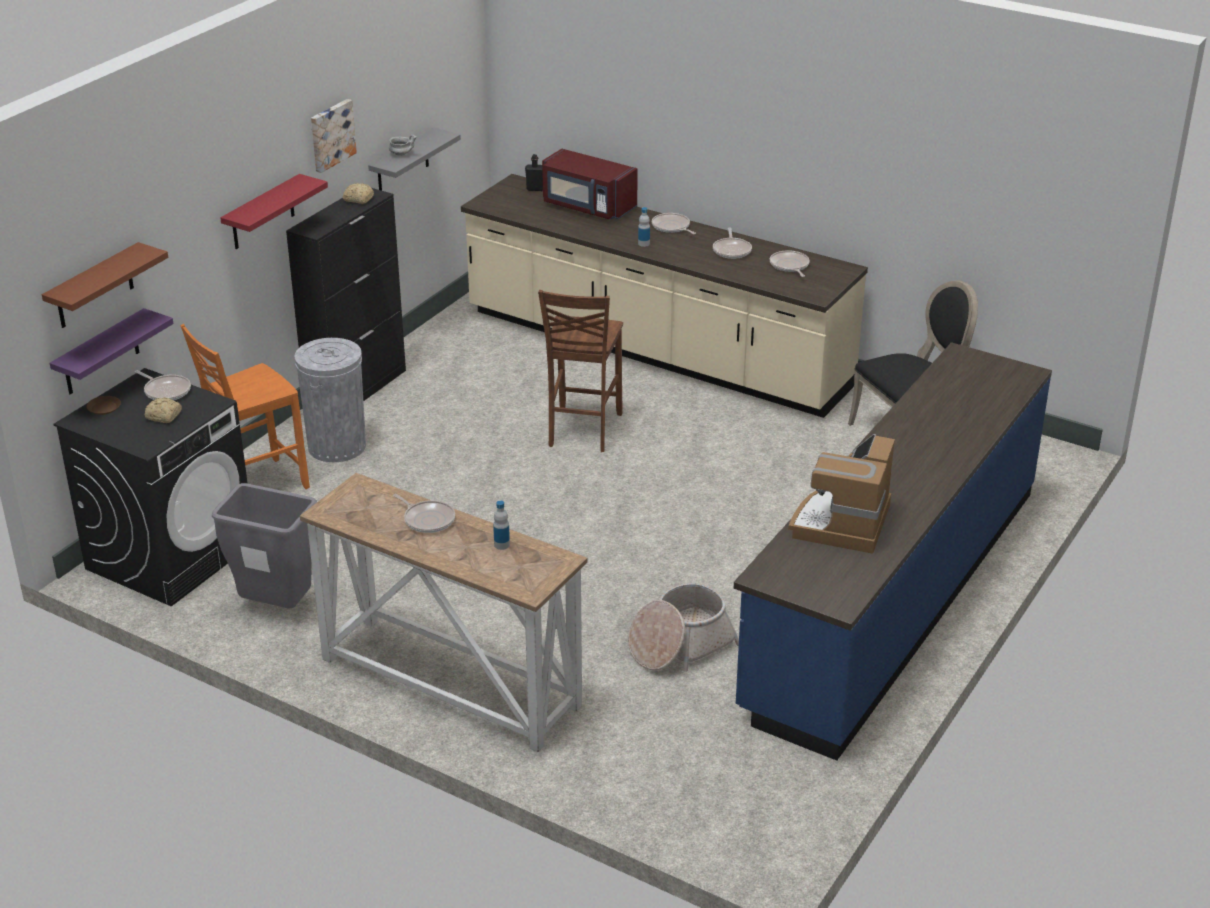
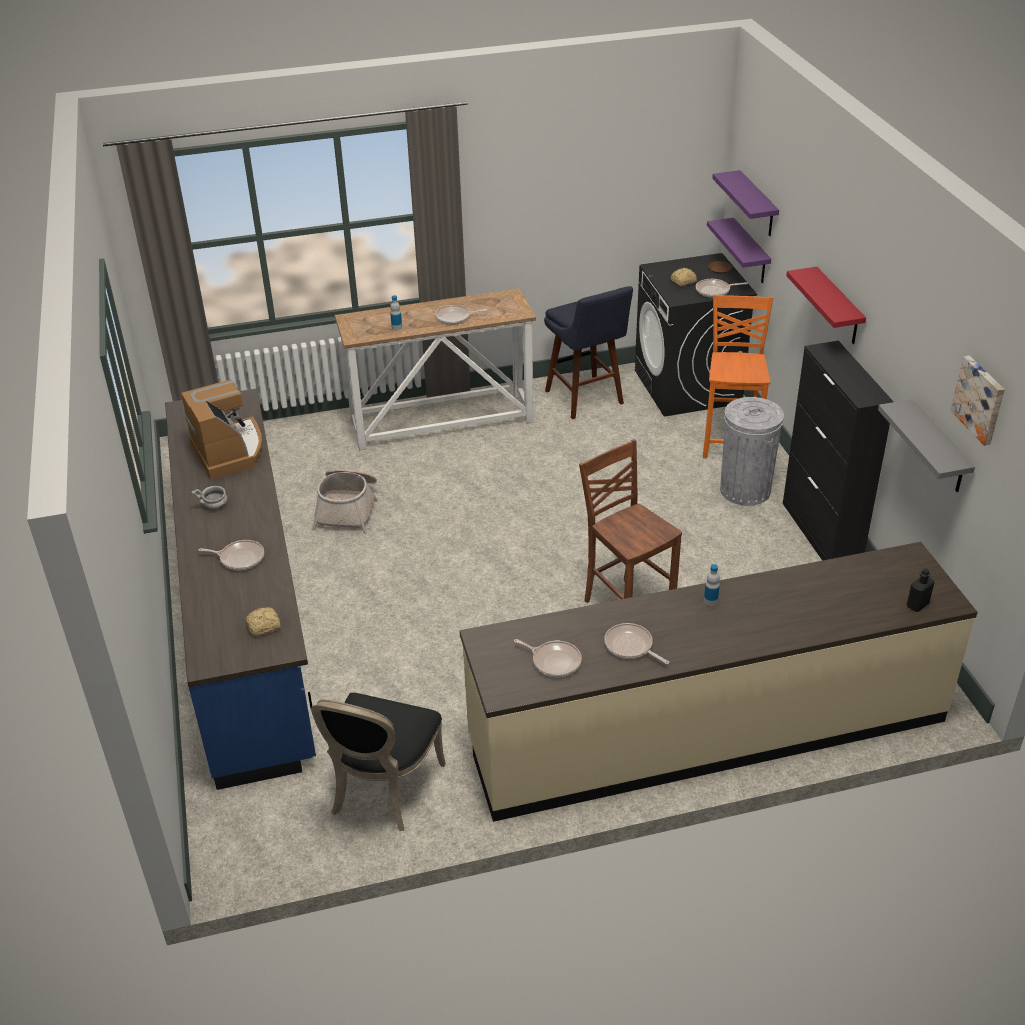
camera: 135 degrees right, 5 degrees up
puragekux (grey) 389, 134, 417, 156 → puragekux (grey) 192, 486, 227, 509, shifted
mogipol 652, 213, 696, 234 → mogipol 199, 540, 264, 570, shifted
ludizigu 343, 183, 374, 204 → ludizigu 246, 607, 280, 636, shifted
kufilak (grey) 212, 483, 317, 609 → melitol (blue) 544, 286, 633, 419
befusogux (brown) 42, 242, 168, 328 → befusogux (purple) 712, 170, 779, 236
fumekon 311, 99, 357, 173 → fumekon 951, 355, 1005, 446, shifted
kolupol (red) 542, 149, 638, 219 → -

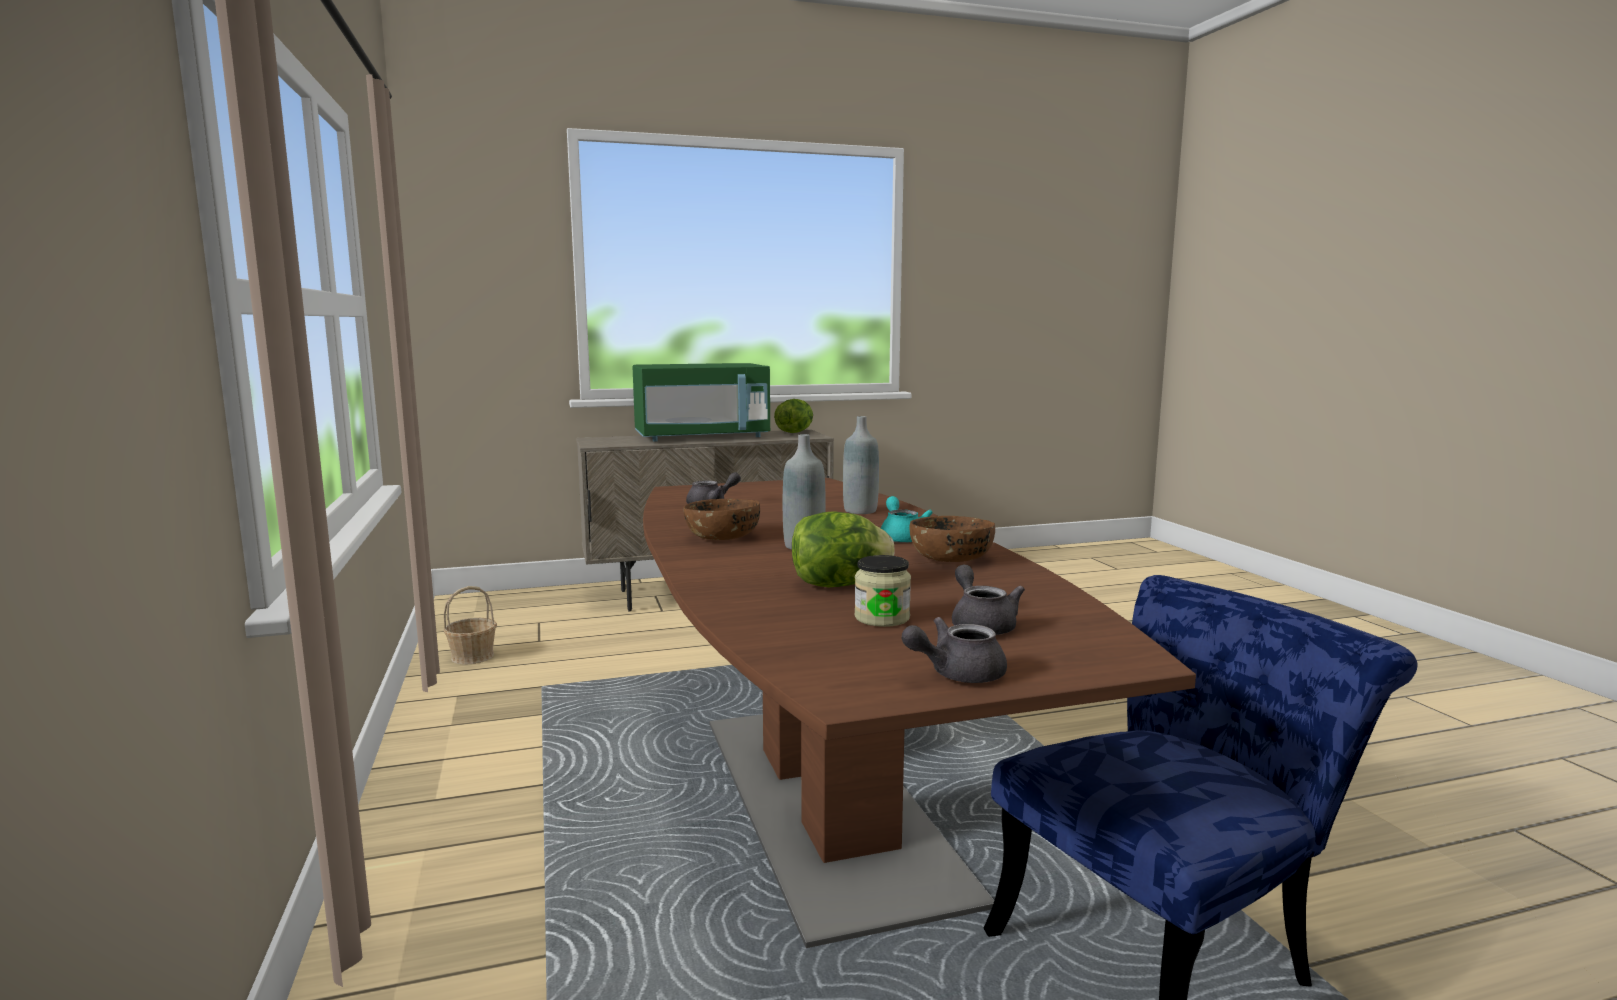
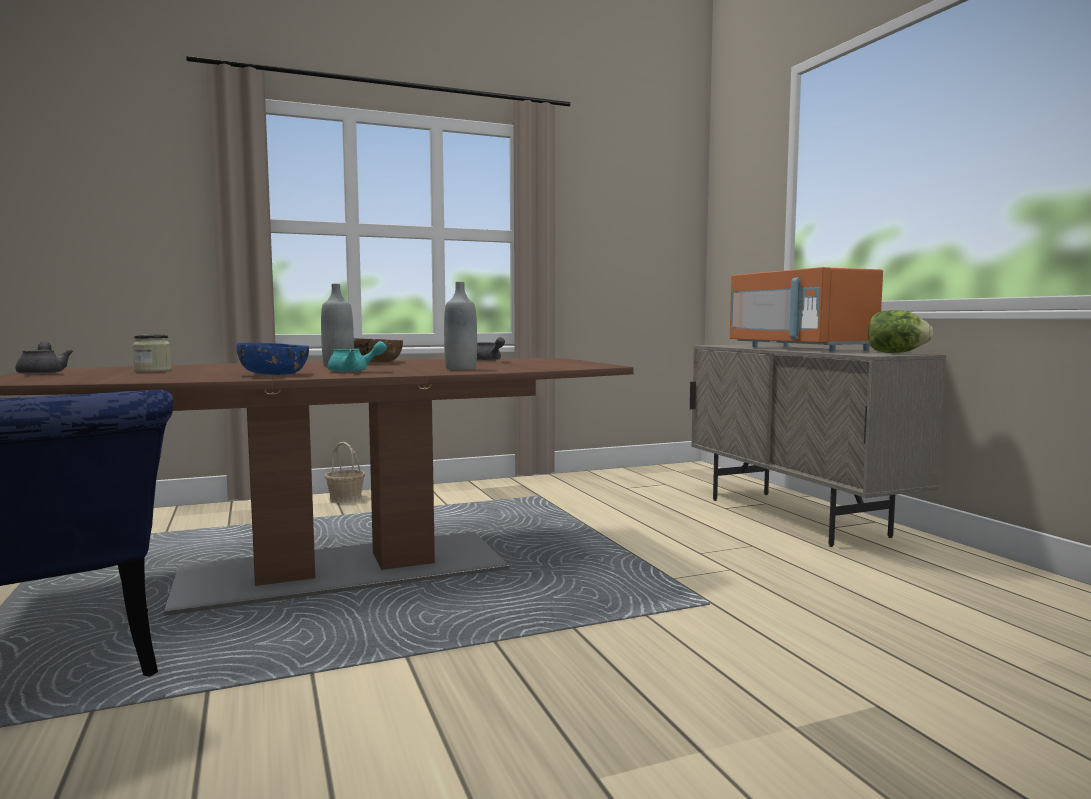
camera: 85 degrees right, 5 degrees down
puragekux (brown) 909, 516, 995, 562 → puragekux (blue) 236, 343, 309, 375
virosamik 443, 586, 497, 665 → virosamik 325, 442, 365, 503, shifted
kolupol (green) 632, 363, 770, 442 → kolupol (orange) 730, 267, 883, 352
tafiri 792, 511, 895, 587 → -
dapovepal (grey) 952, 565, 1025, 635 → -

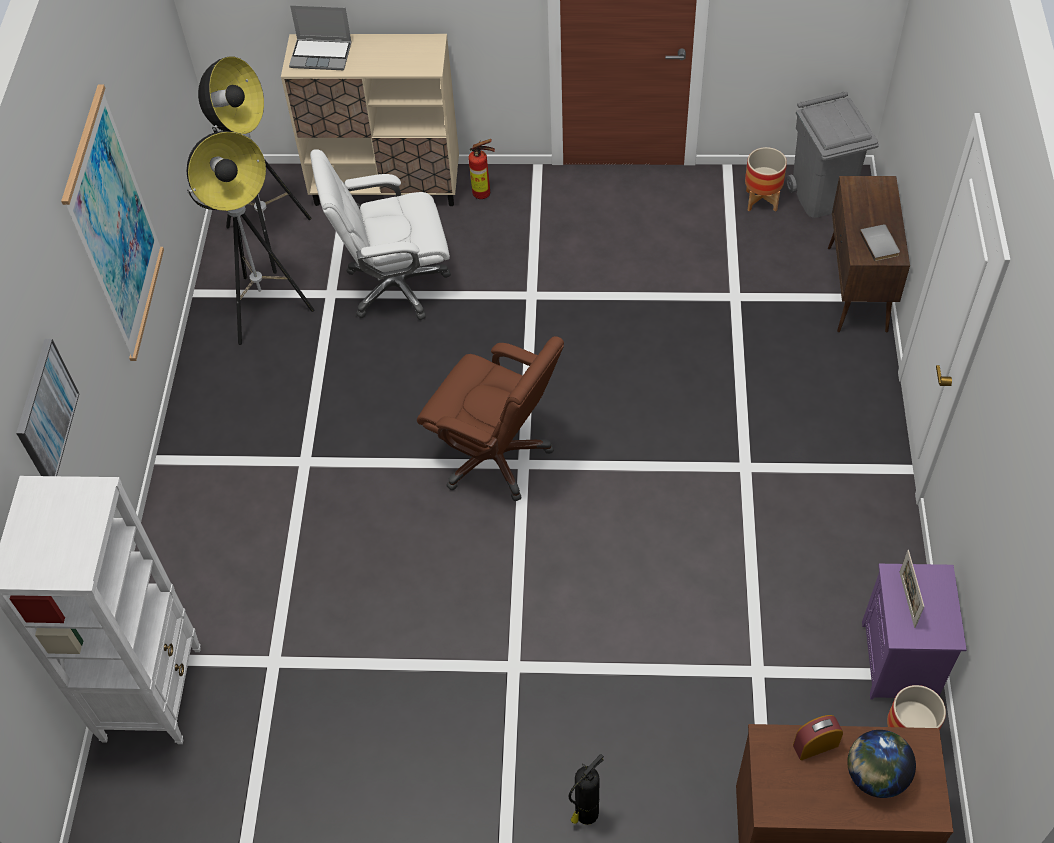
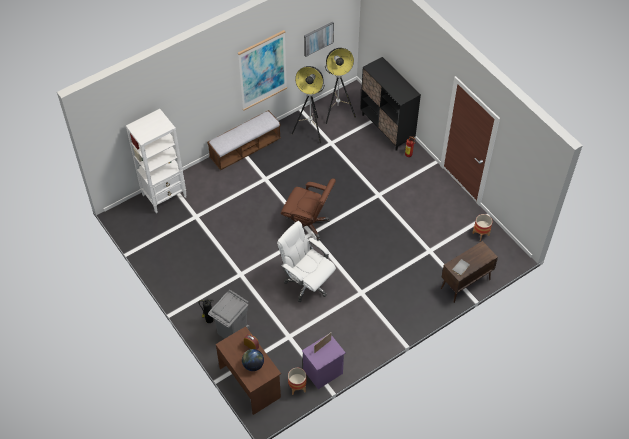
camera: 50 degrees right, 0 degrees up
- → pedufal 207, 110, 281, 170
kufilak (grey) 786, 91, 879, 218 → kufilak (grey) 208, 289, 250, 339, shifted
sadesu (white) 310, 149, 451, 320 → sadesu (white) 277, 221, 336, 302, shifted
sadesu (brown) 417, 336, 564, 501 → sadesu (brown) 281, 178, 336, 241, 60 degrees counterclockwise
fumekon 16, 339, 79, 476 → fumekon 304, 22, 334, 57, shifted
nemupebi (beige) 281, 34, 459, 206 → nemupebi (black) 360, 57, 421, 151
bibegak 289, 5, 352, 70 → -

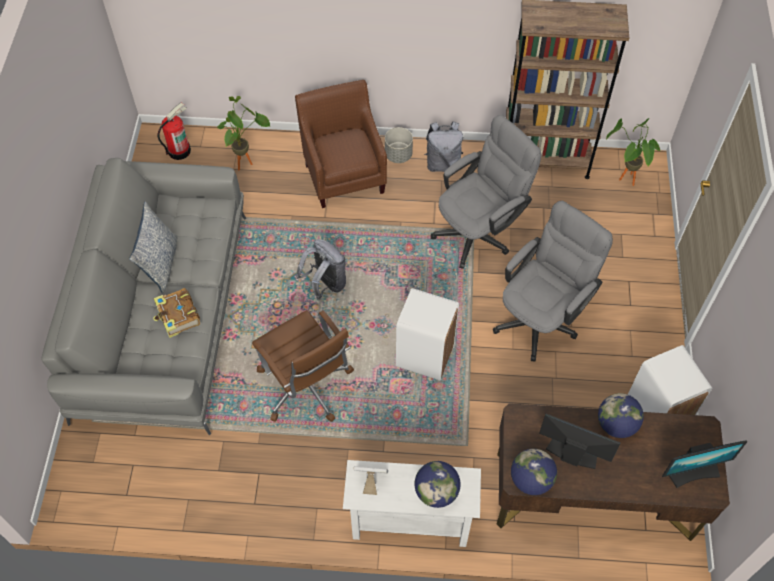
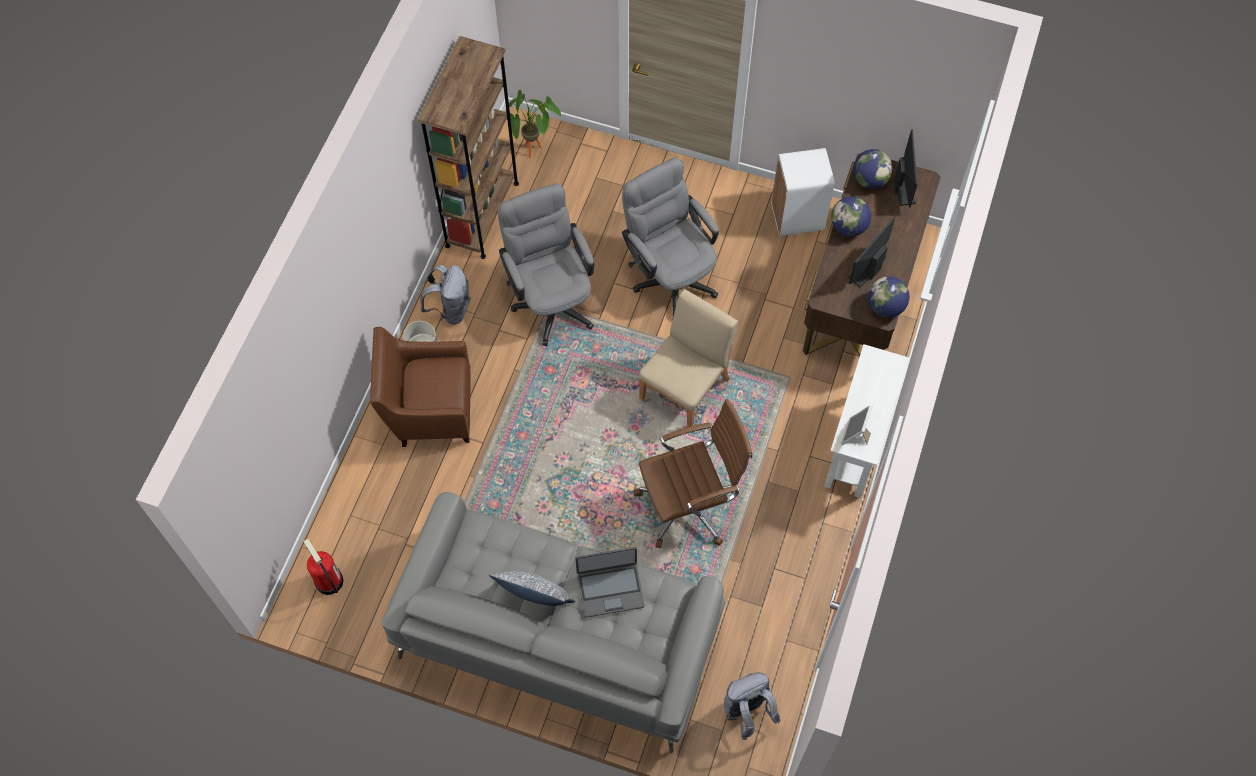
camera: 75 degrees left, 5 degrees up
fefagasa 153, 288, 200, 338 → bibegak 575, 547, 645, 617
kufilak (white) 396, 288, 459, 381 → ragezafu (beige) 639, 289, 738, 427
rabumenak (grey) 296, 239, 346, 300 → rabumenak (grey) 724, 672, 781, 740, shifted
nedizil 414, 461, 460, 508 → nedizil 853, 149, 893, 189, shifted
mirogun 217, 96, 270, 170 → -

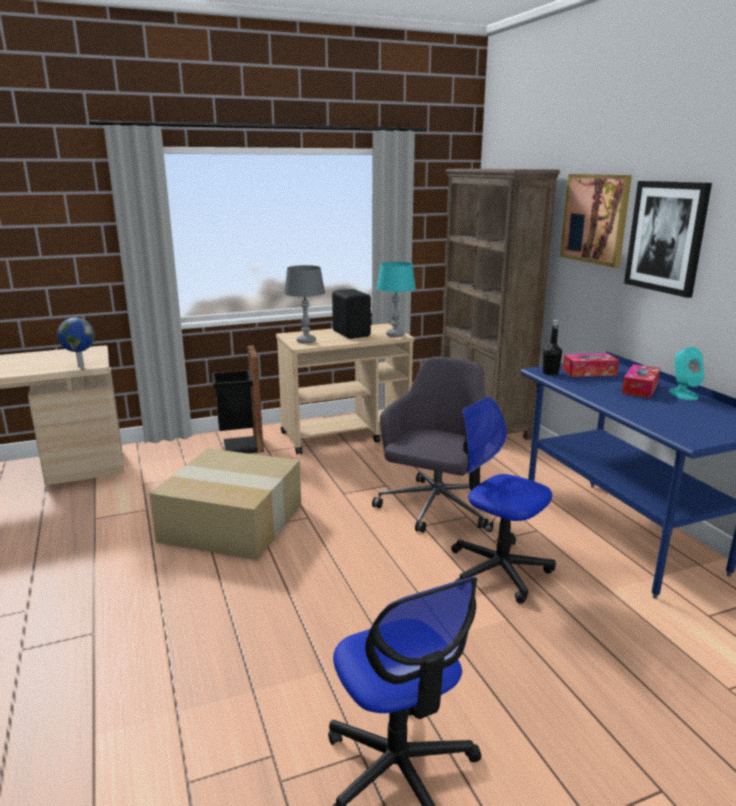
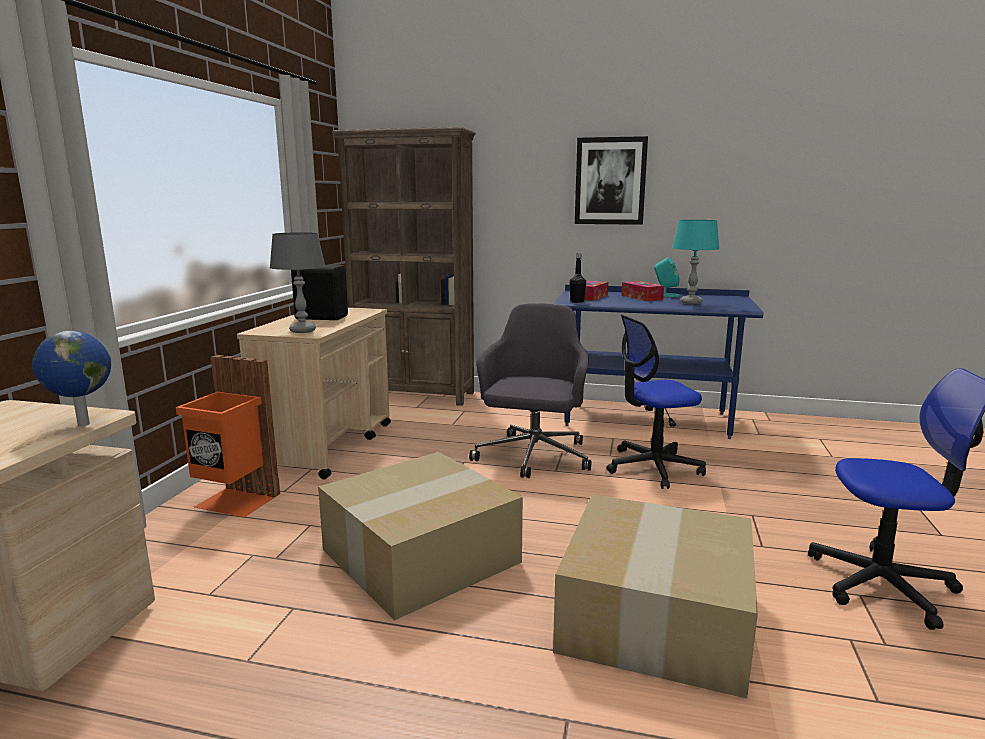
camera: 55 degrees left, 5 degrees down
kufilak (black) 212, 345, 264, 454 → kufilak (orange) 176, 355, 280, 517
sadesu (grey) 372, 357, 488, 533 → sadesu (grey) 469, 303, 591, 478, 45 degrees clockwise
- → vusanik 553, 495, 758, 698
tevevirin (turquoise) 376, 262, 416, 337 → tevevirin (turquoise) 672, 220, 720, 304, shifted
fumekon 560, 174, 632, 268 → -

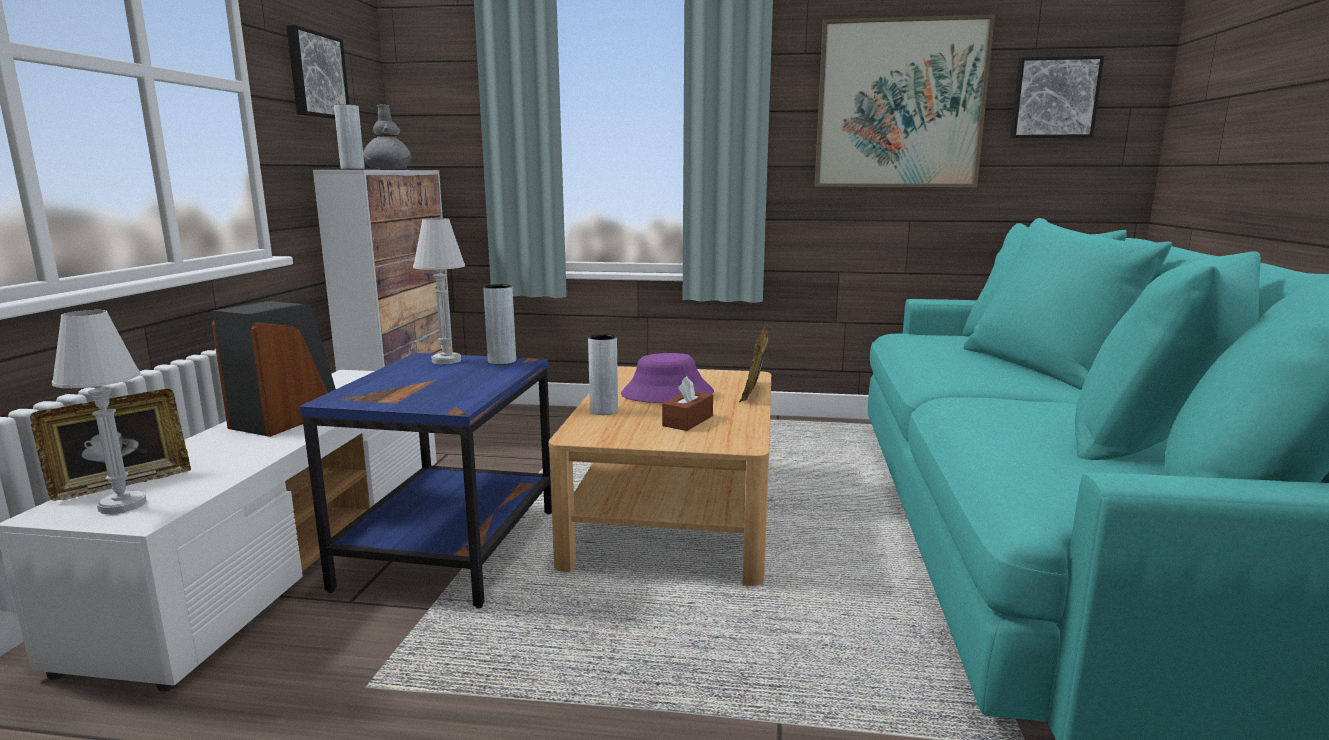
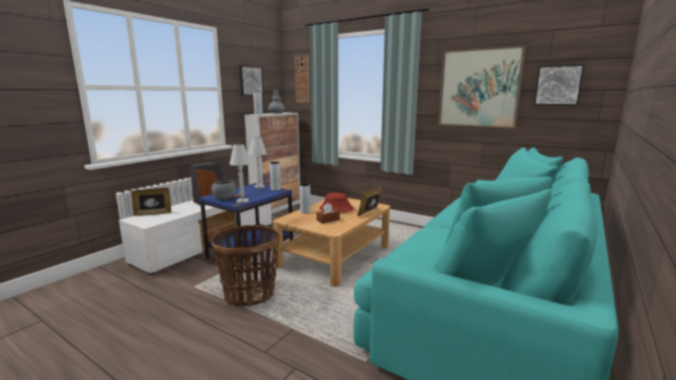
camera: 25 degrees right, 0 degrees up
- → puragekux (grey) 211, 180, 237, 199
- → virosamik 211, 225, 280, 307
tevevirin (white) 52, 310, 147, 514 → tevevirin (white) 229, 144, 251, 204, shifted
- → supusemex 295, 55, 310, 103
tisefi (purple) 621, 353, 714, 403 → tisefi (red) 319, 193, 354, 213

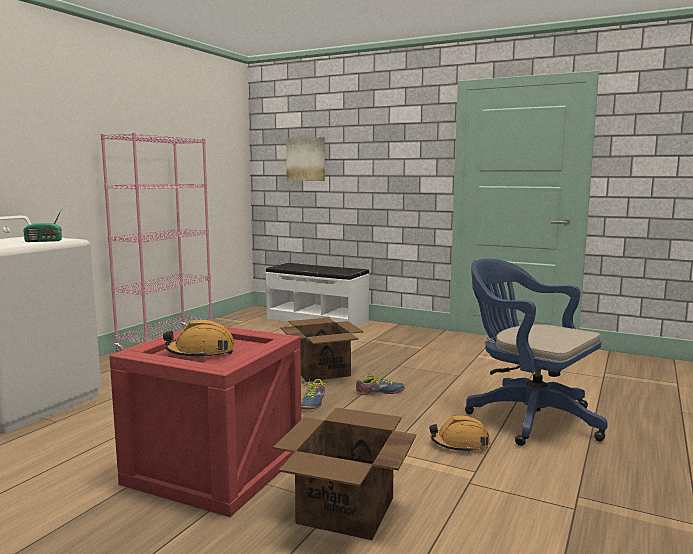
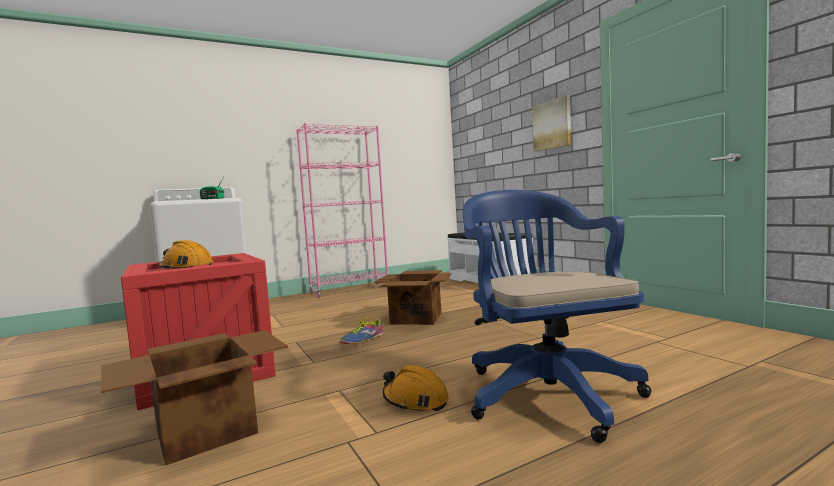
camera: 35 degrees right, 5 degrees down
fumekon 286, 137, 325, 181 → fumekon 532, 95, 571, 152, shifted
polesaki 356, 373, 405, 395 → -

